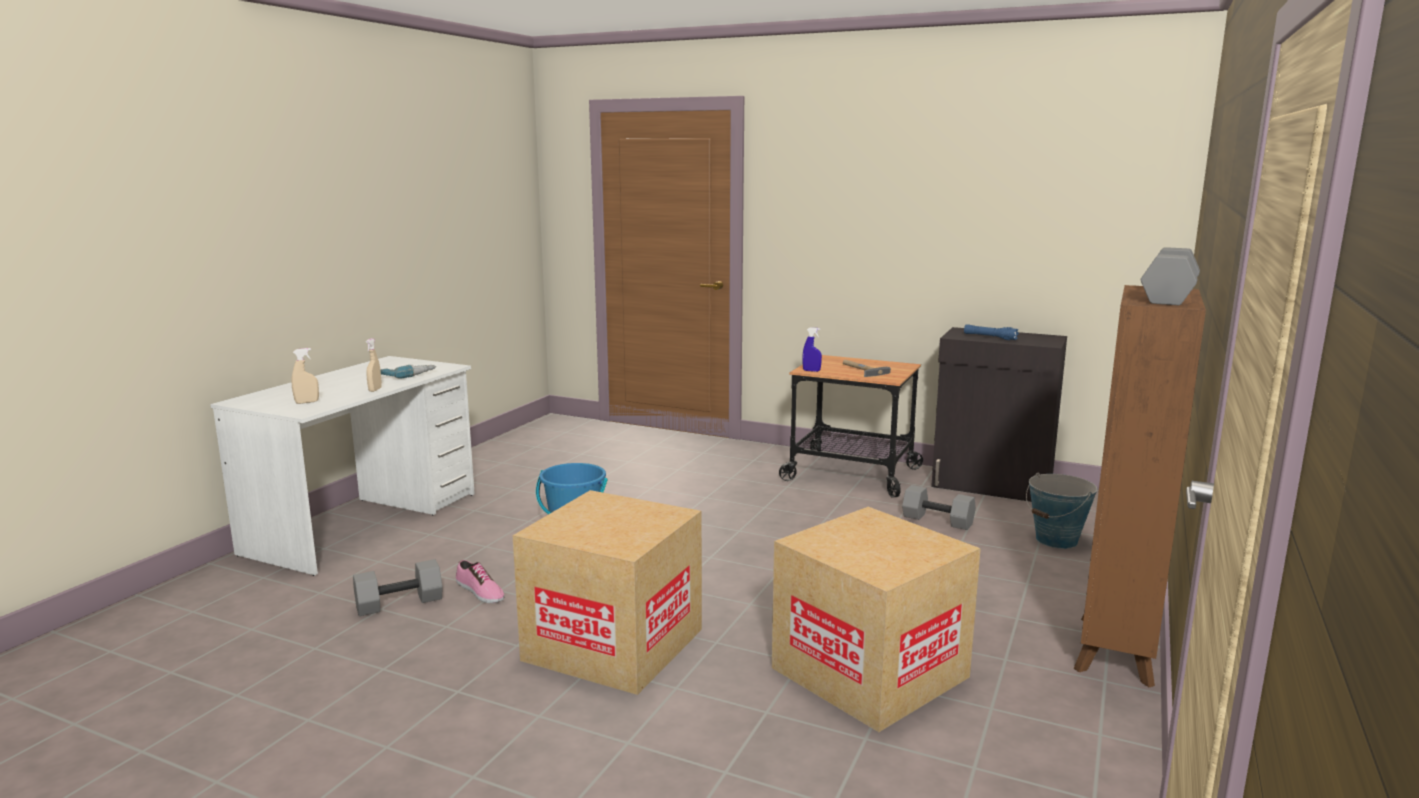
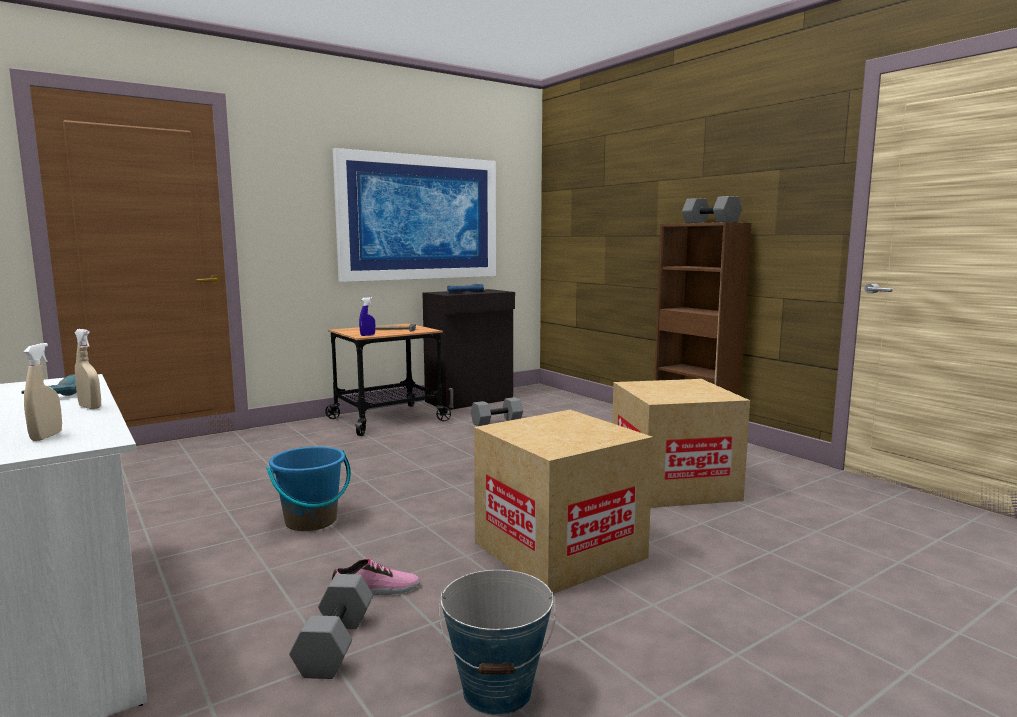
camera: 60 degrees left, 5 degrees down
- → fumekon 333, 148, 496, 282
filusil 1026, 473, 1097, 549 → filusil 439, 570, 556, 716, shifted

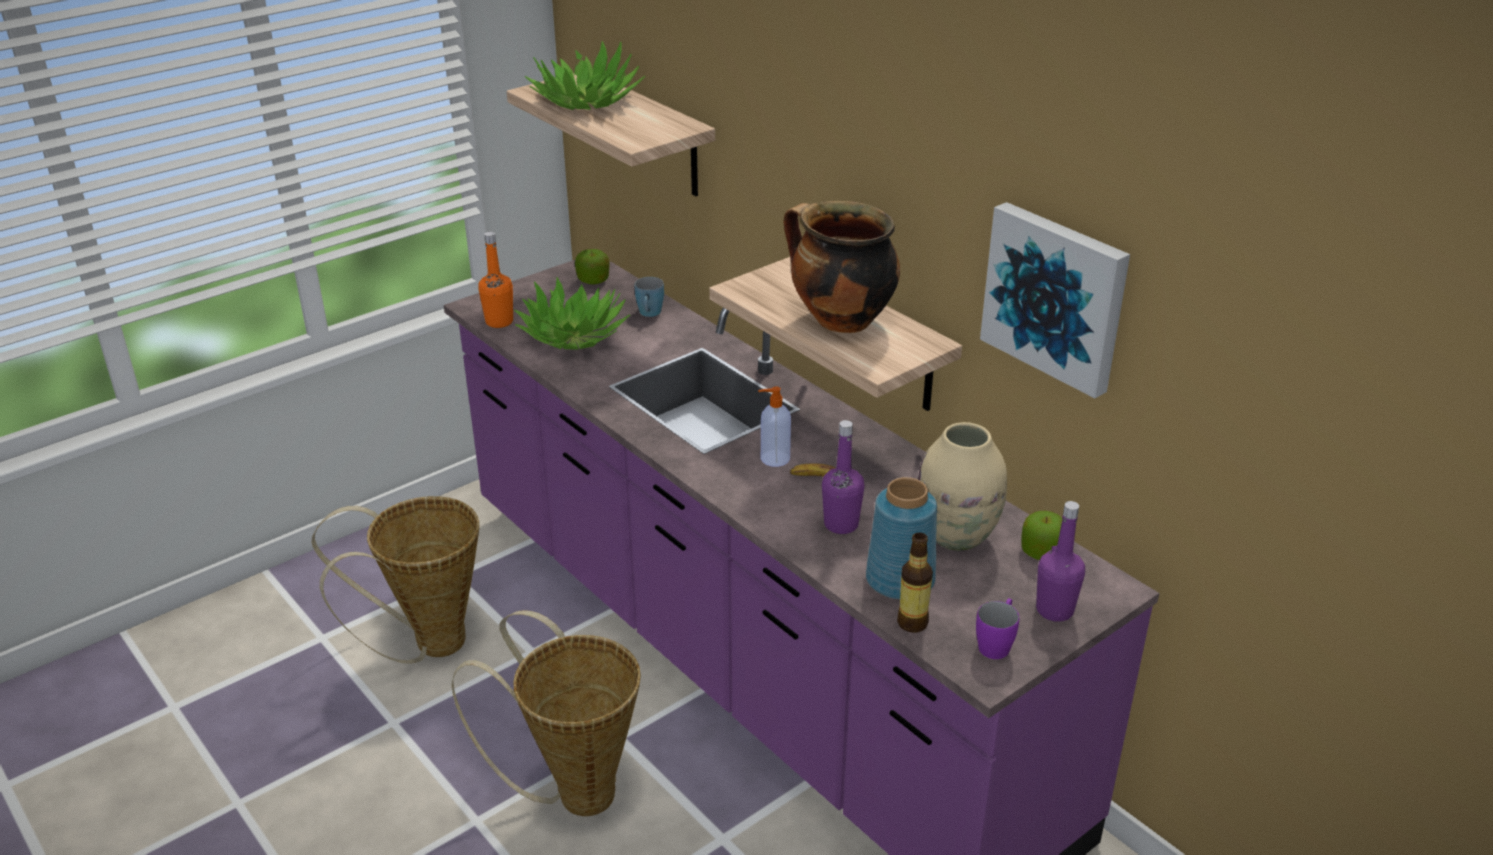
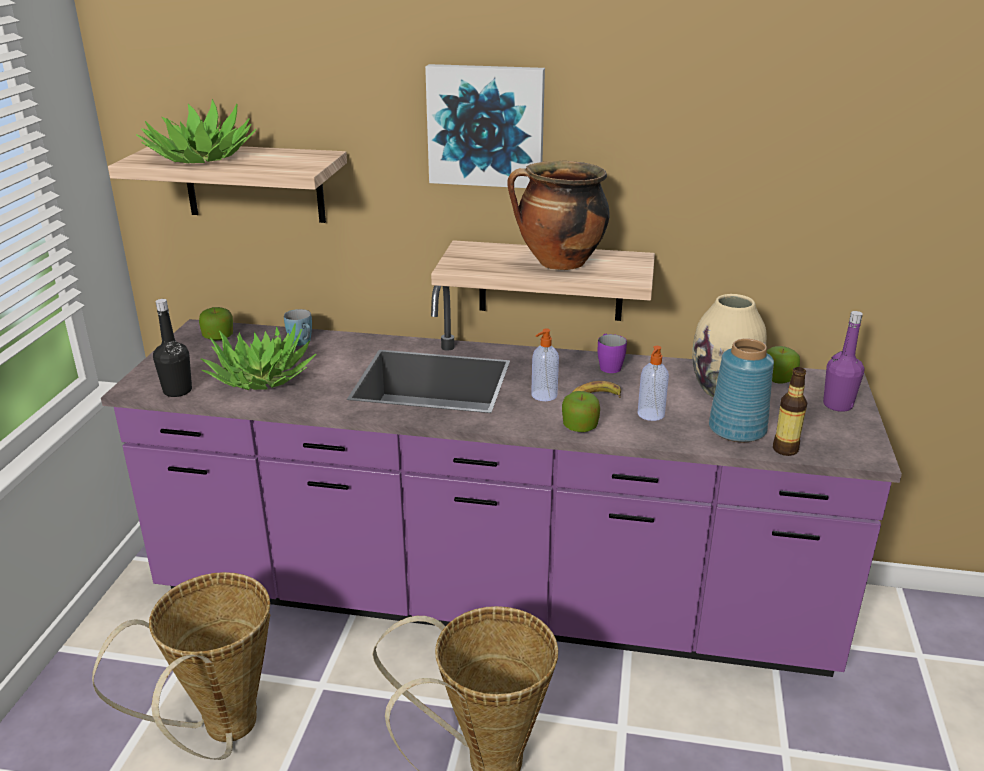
camera: 40 degrees left, 5 degrees down
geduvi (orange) 478, 232, 513, 328 → geduvi (black) 153, 299, 192, 397
fumekon 980, 202, 1130, 398 → fumekon 425, 64, 545, 188, shifted
- → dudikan 562, 391, 600, 432
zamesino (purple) 976, 598, 1019, 659 → zamesino (purple) 598, 334, 627, 373, shifted
geduvi (purple) 822, 420, 865, 534 → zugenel 638, 346, 669, 421

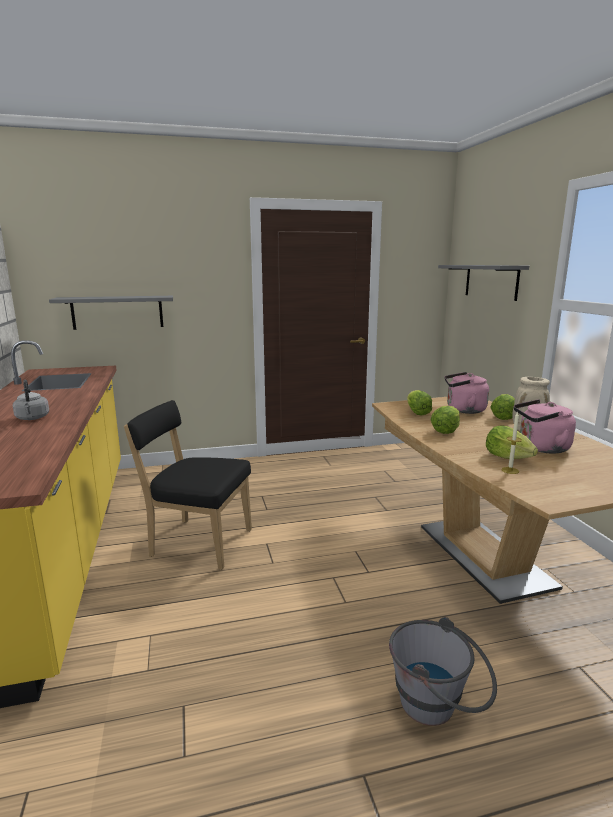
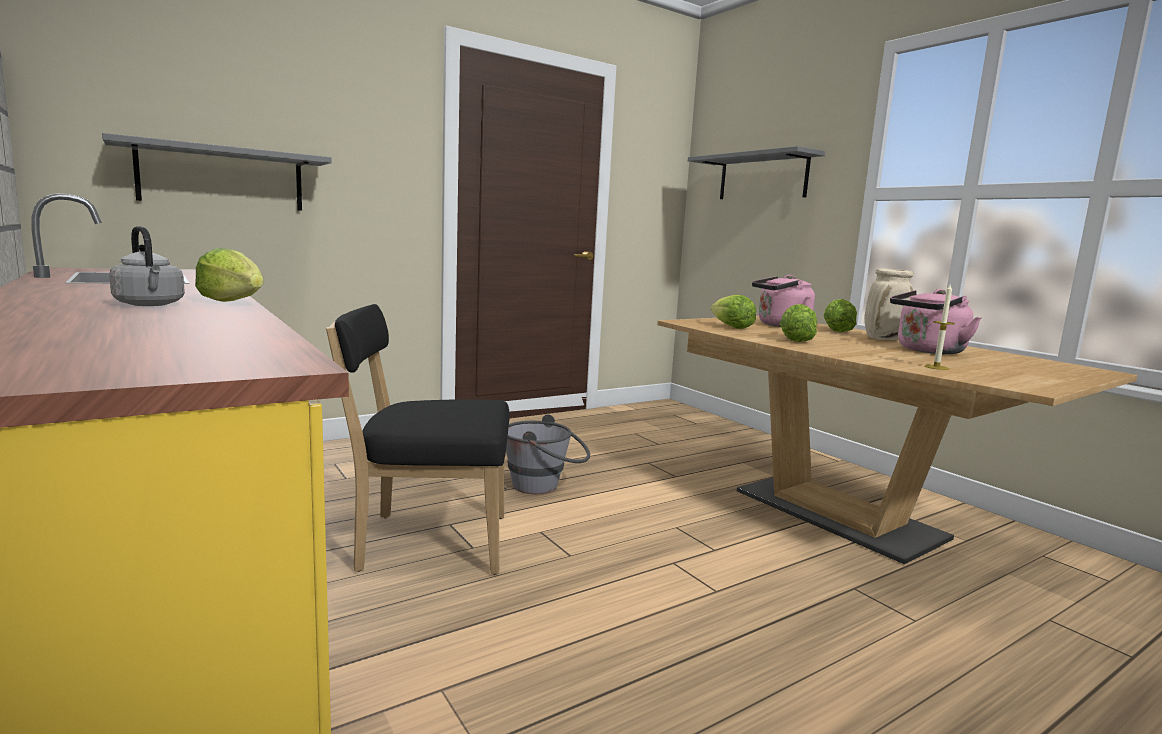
camera: 20 degrees left, 5 degrees down
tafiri 486, 426, 538, 459 → tafiri 195, 248, 264, 302, shifted
filusil (grey) 389, 617, 497, 726 → filusil (grey) 506, 414, 590, 494, shifted

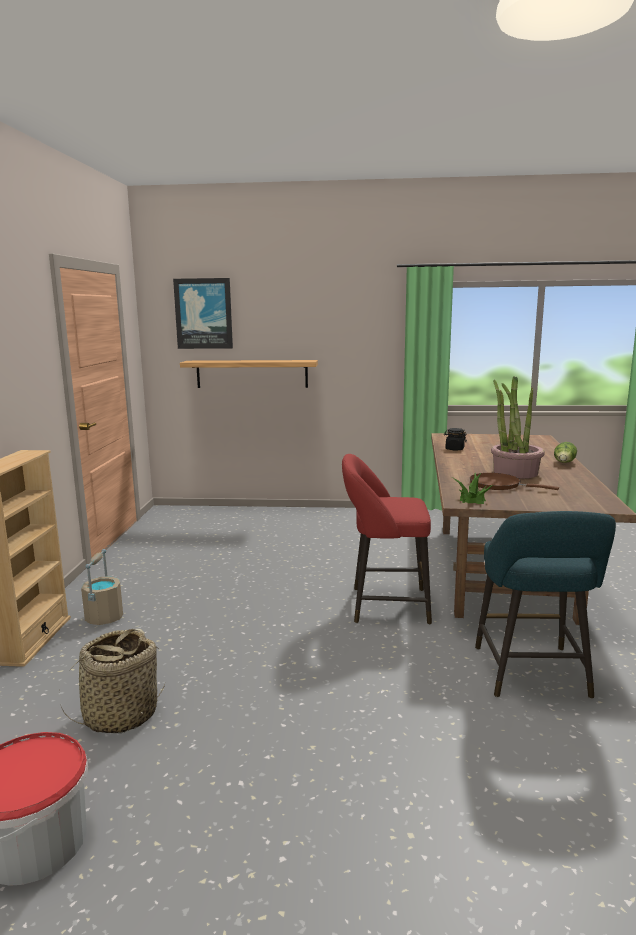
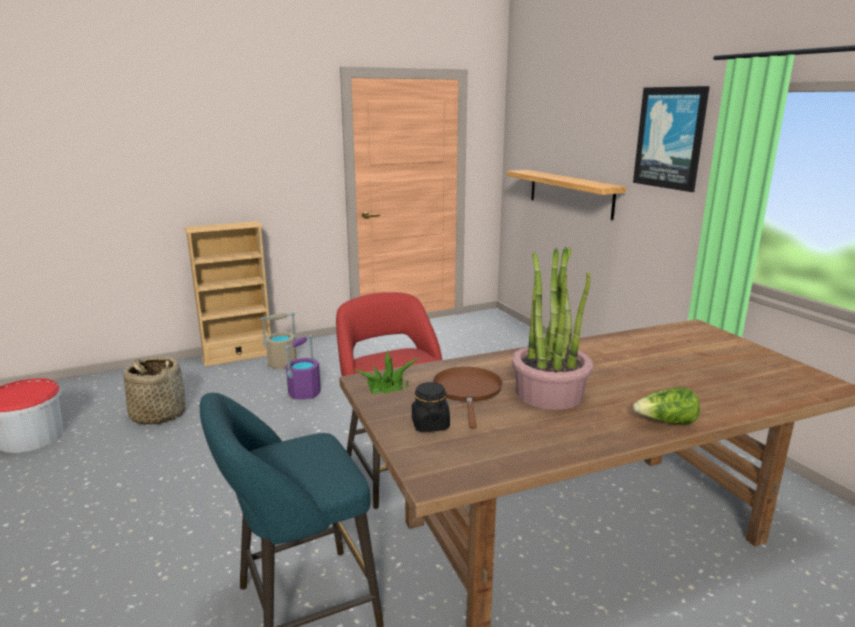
camera: 60 degrees right, 5 degrees up
- → filusil (purple) 285, 334, 321, 400
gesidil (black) 444, 428, 467, 451 → gesidil (black) 412, 382, 450, 432, shifted
fumekon 173, 278, 233, 349 → fumekon 633, 86, 710, 192, shifted

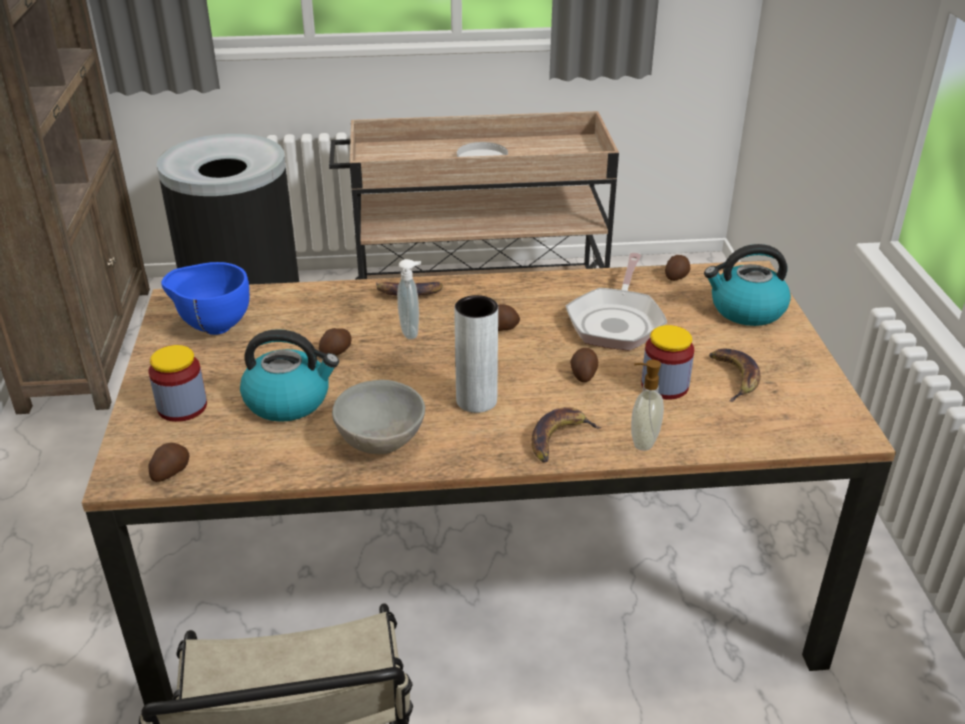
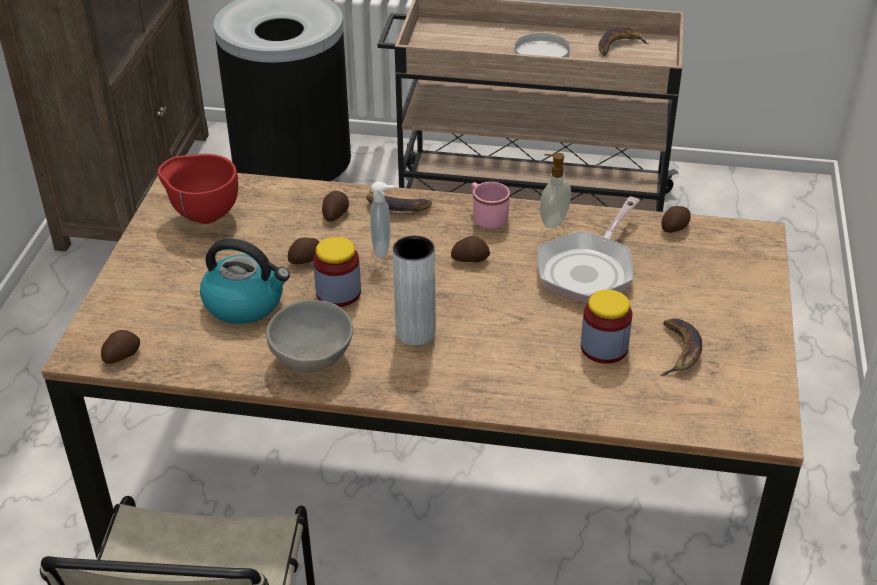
camera: 15 degrees right, 5 degrees up
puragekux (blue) 161, 262, 249, 335 → puragekux (red) 158, 154, 238, 224
gesidil 148, 345, 207, 422 → gesidil 313, 237, 361, 307, shifted
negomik 570, 348, 598, 382 → negomik 322, 191, 349, 222, shifted
- → zamesino (pink) 472, 182, 510, 229
zugenel 631, 360, 664, 451 → zugenel 540, 153, 571, 228, shifted
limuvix 532, 407, 601, 462 → limuvix 598, 27, 649, 55, shifted
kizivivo 704, 244, 791, 326 → -

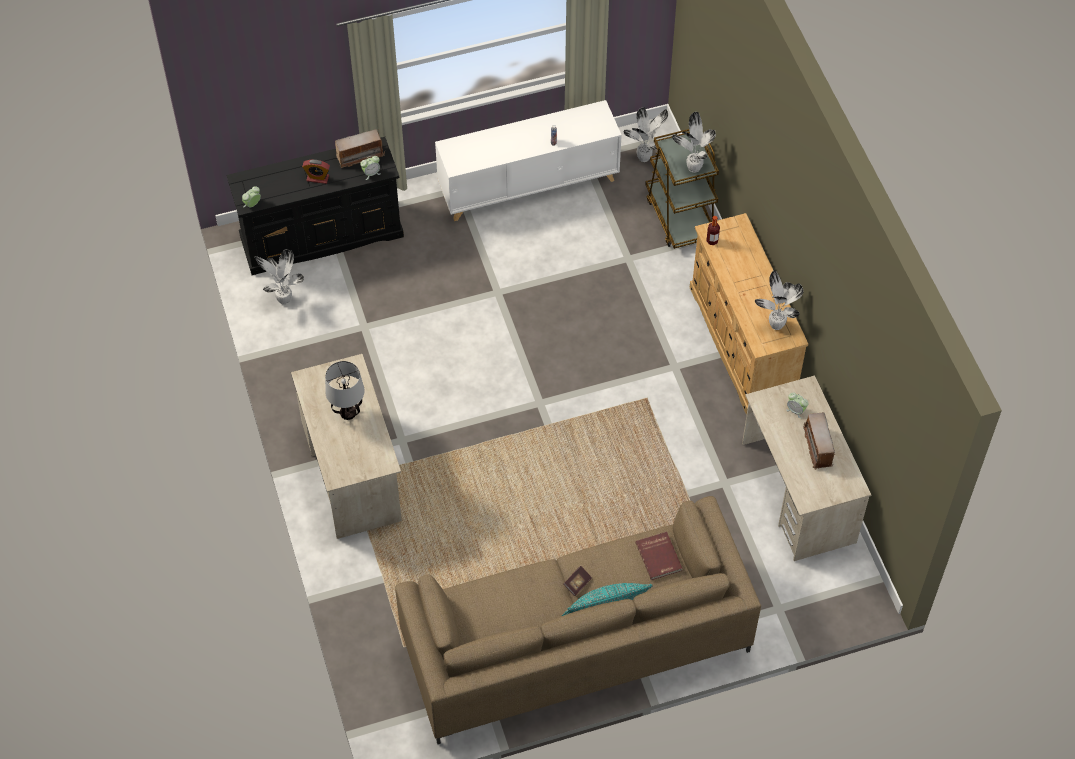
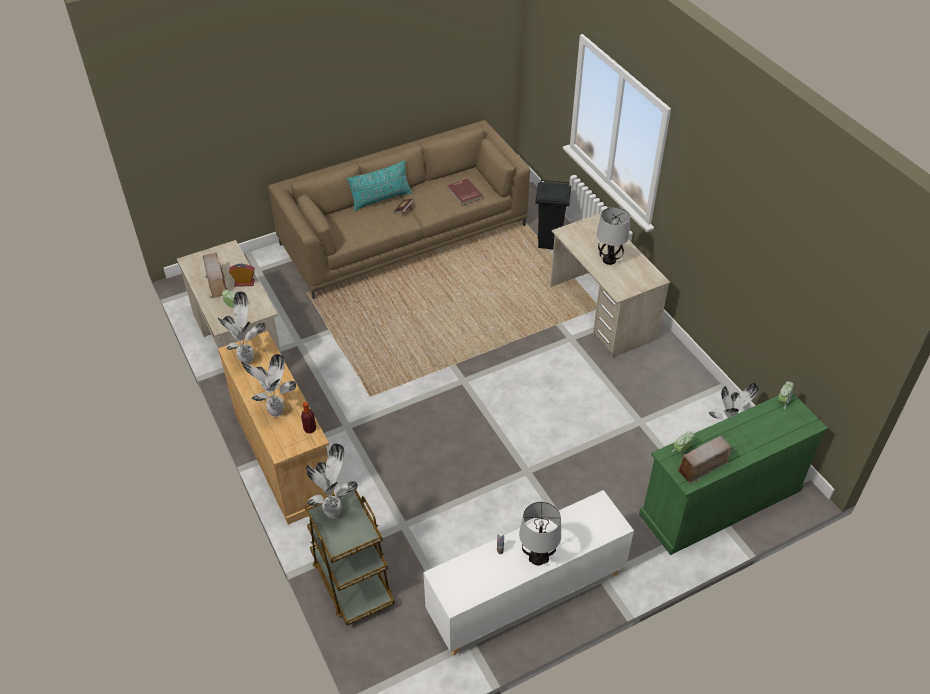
camera: 170 degrees right, 10 degrees down
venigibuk 302, 159, 330, 184 → venigibuk 229, 264, 255, 286, shifted
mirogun 624, 107, 668, 162 → mirogun 241, 354, 296, 417, shifted
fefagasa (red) 635, 532, 682, 580 → fefagasa (red) 447, 178, 484, 206, shifted
- → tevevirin 519, 501, 561, 565
- → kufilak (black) 535, 180, 571, 249
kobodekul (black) 227, 137, 404, 275 → kobodekul (green) 639, 393, 828, 555

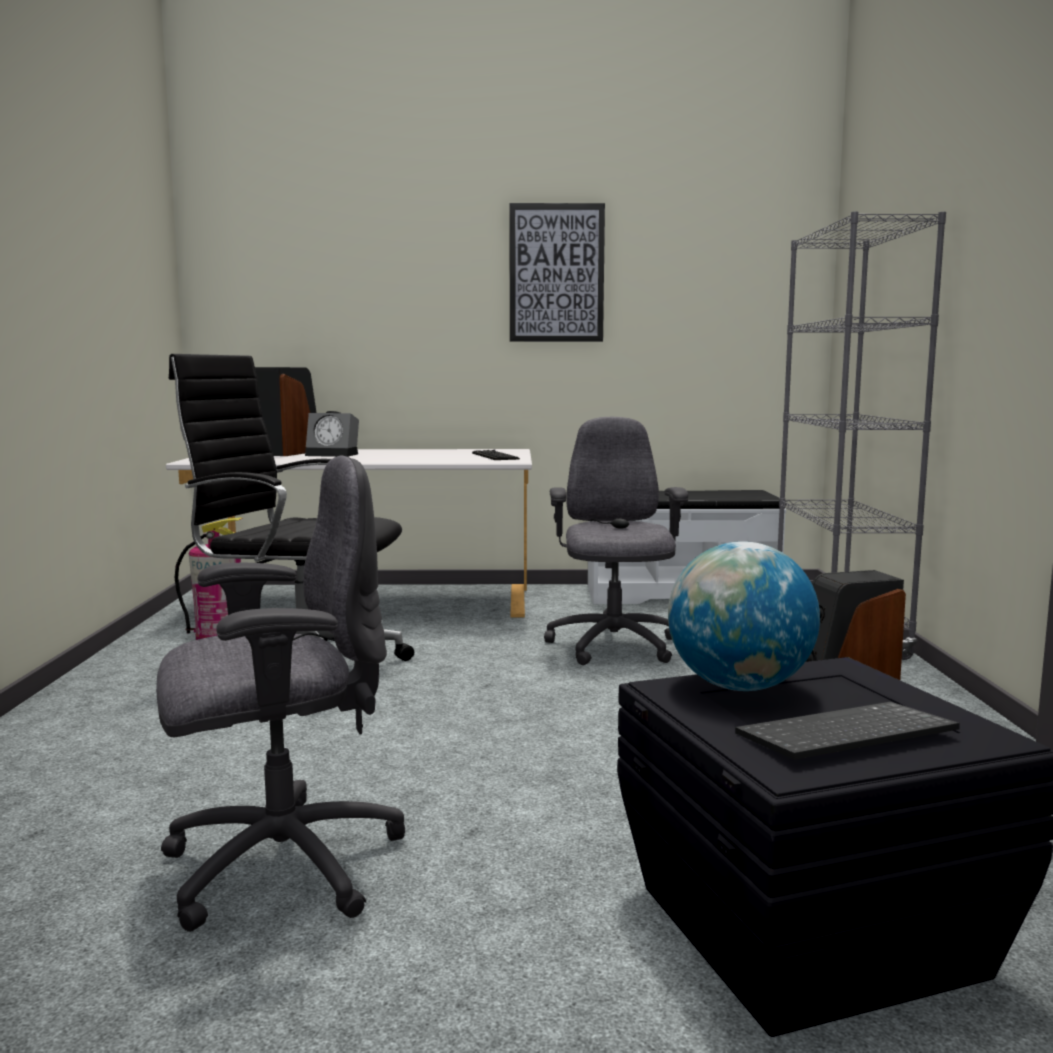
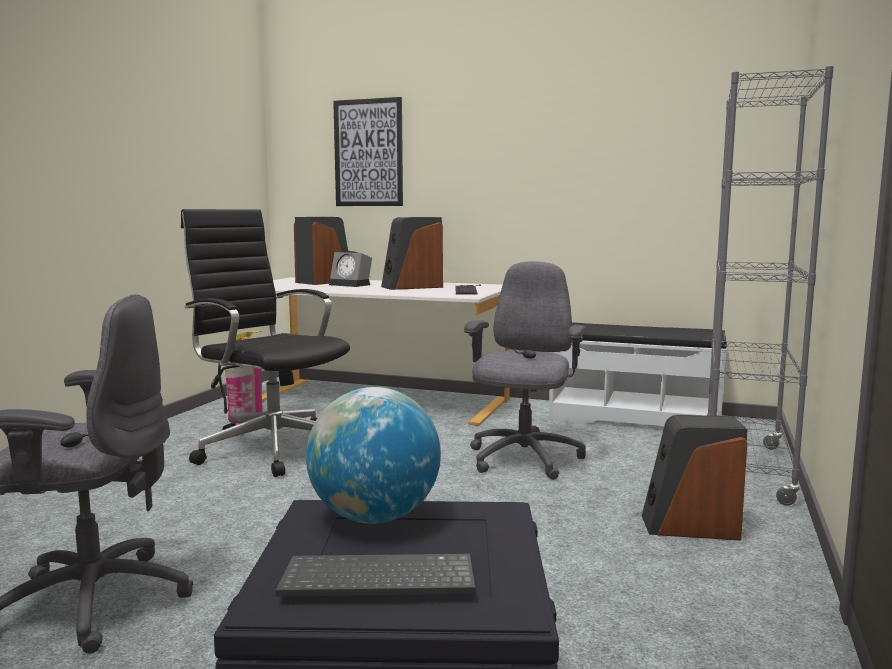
camera: 20 degrees right, 0 degrees up
fumekon 509, 203, 605, 342 → fumekon 333, 97, 403, 206, shifted
- → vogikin 381, 217, 443, 290

